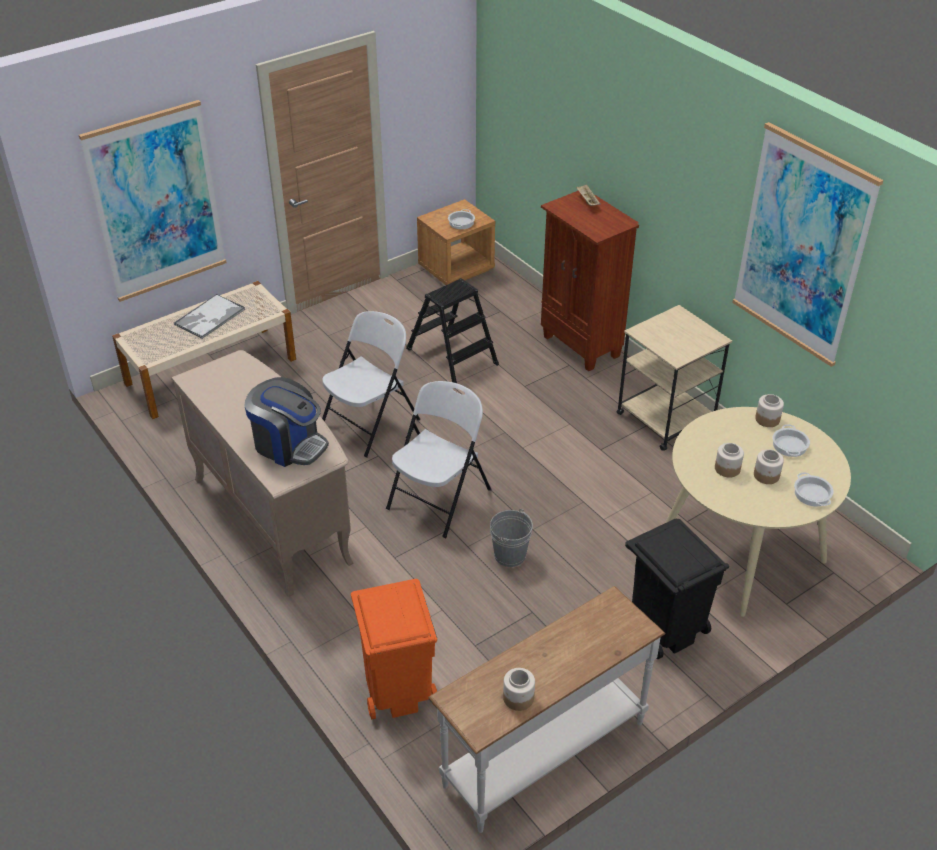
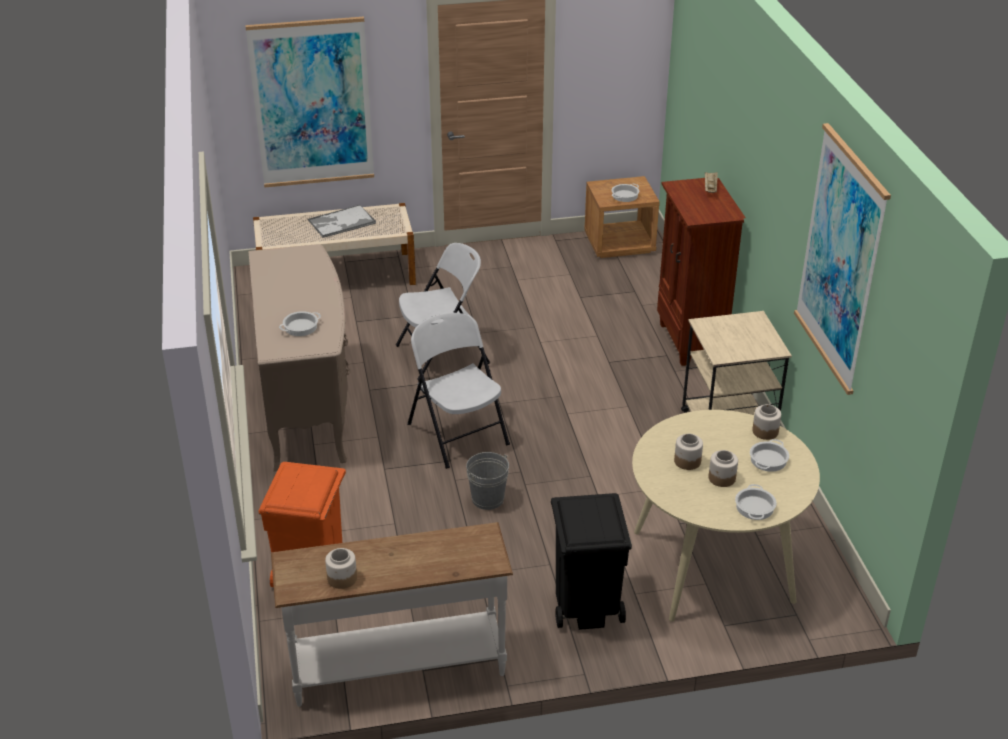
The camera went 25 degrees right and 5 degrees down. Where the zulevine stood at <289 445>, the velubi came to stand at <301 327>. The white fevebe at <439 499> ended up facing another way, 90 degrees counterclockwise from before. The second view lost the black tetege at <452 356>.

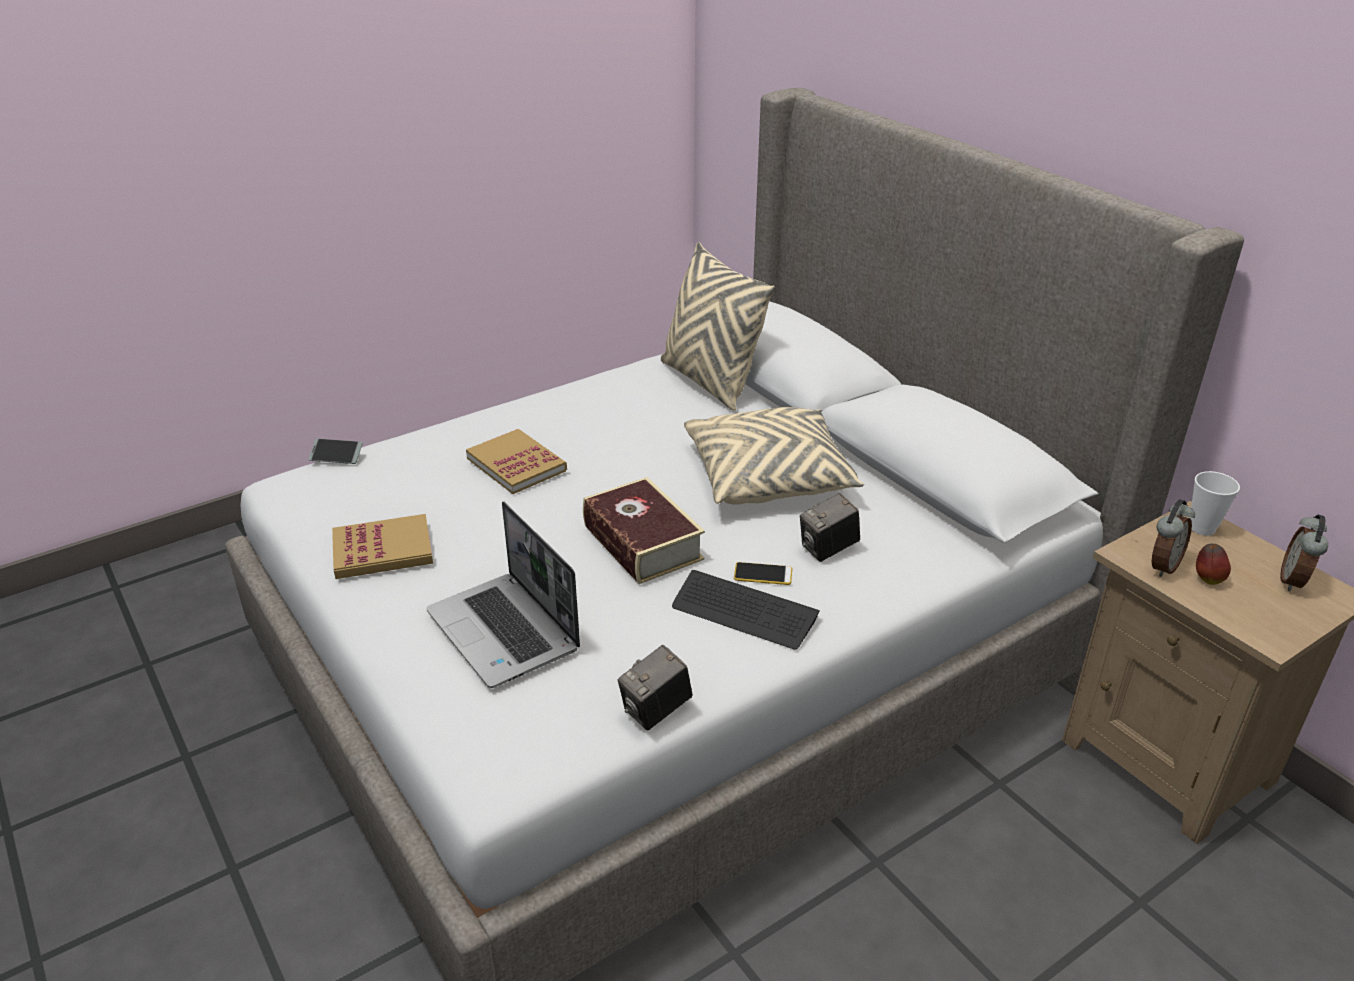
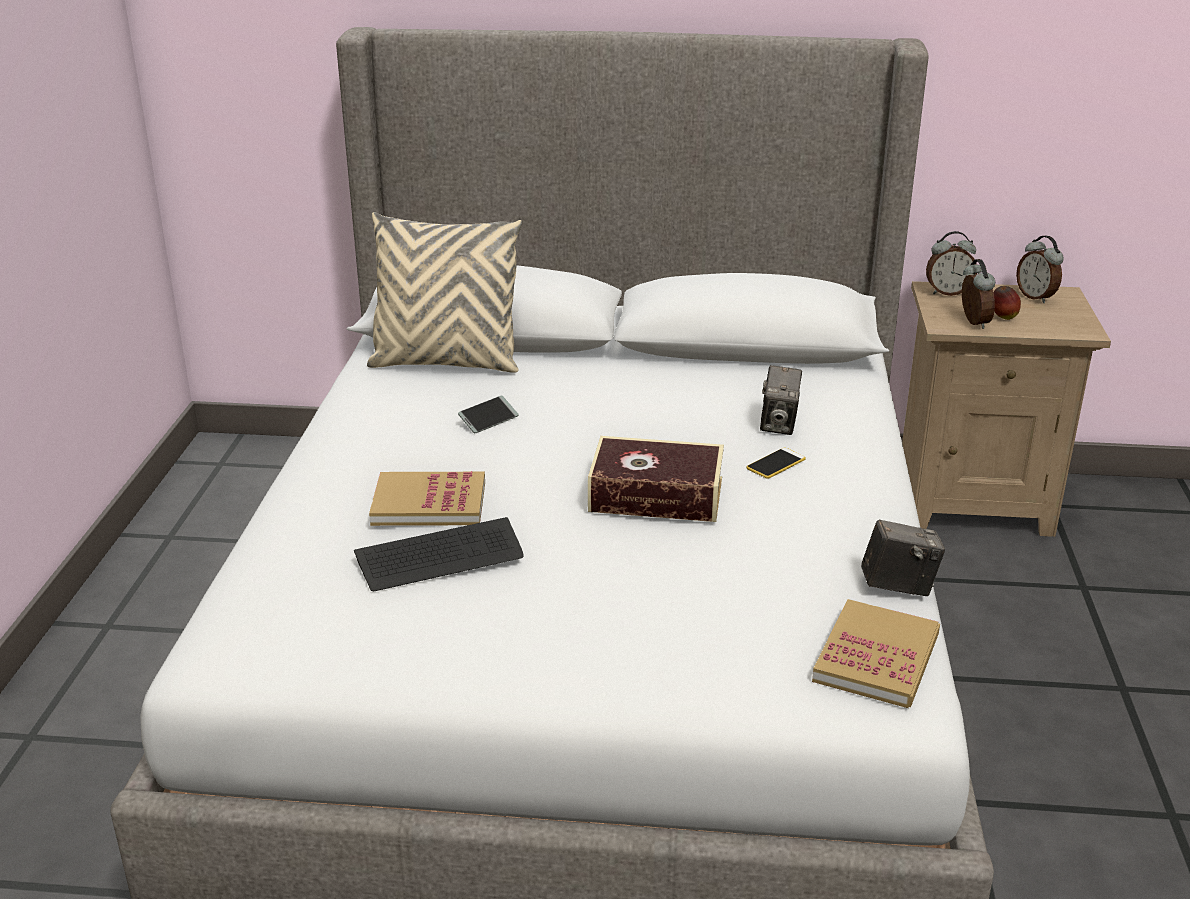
The camera went 50 degrees left and 5 degrees down. The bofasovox ended up elsewhere, having gone from <744 612> to <440 557>. The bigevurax ended up elsewhere, having gone from <336 456> to <488 420>. The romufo ended up elsewhere, having gone from <383 550> to <876 658>. The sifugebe at <656 711> ended up facing another way, 90 degrees counterclockwise from before. Where the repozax stood at <1202 528>, the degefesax came to stand at <947 292>. The second view lost the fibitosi at <505 632>. The second view lost the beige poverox at <769 477>.

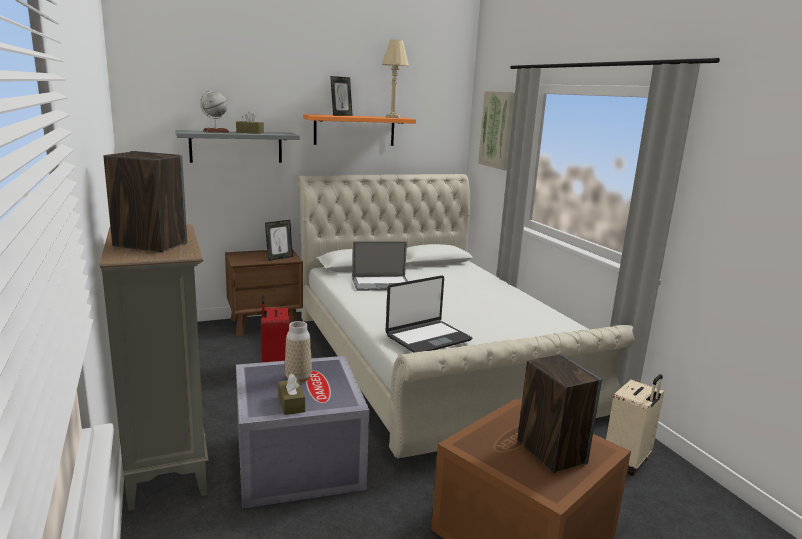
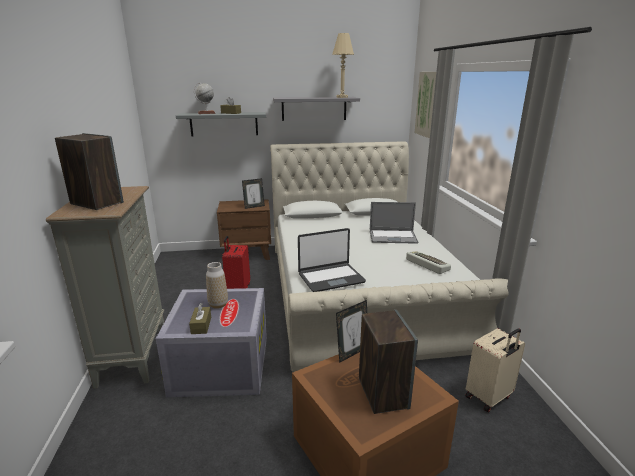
The camera went 15 degrees right and 5 degrees up. What was the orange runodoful at <354 130> turned into the grey runodoful at <314 108>. The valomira ended up elsewhere, having gone from <341 115> to <352 353>. The fibitosi ended up elsewhere, having gone from <381 284> to <392 237>. The second view gained the bofasovox at <426 265>.

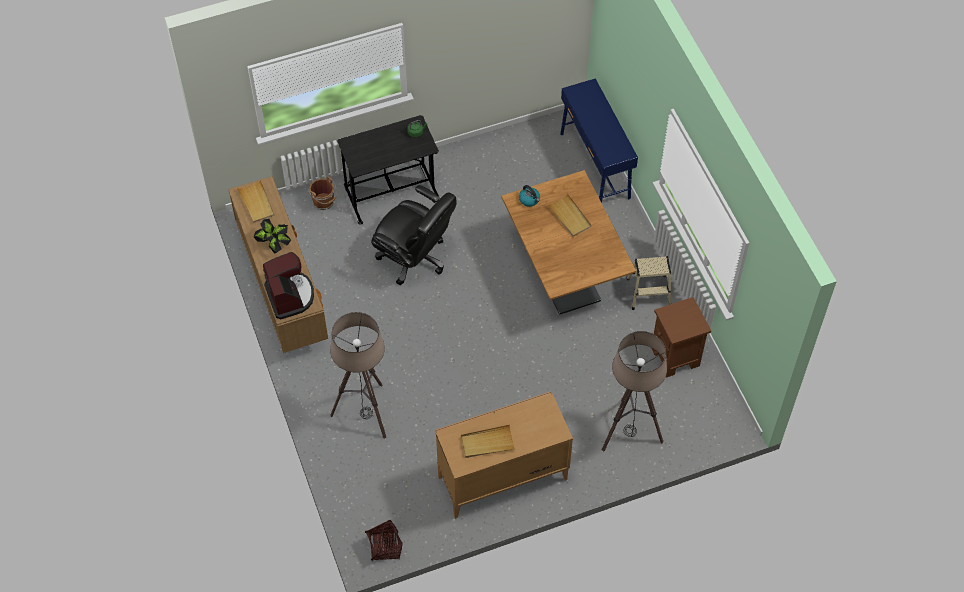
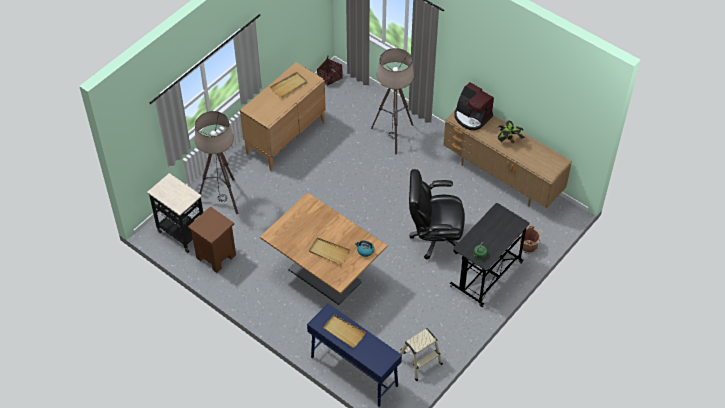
The camera went 150 degrees right and 5 degrees down. The second view gained the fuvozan at <181 233>. The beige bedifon ended up elsewhere, having gone from <256 203> to <343 332>. The beige tetege ended up elsewhere, having gone from <649 291> to <419 361>.

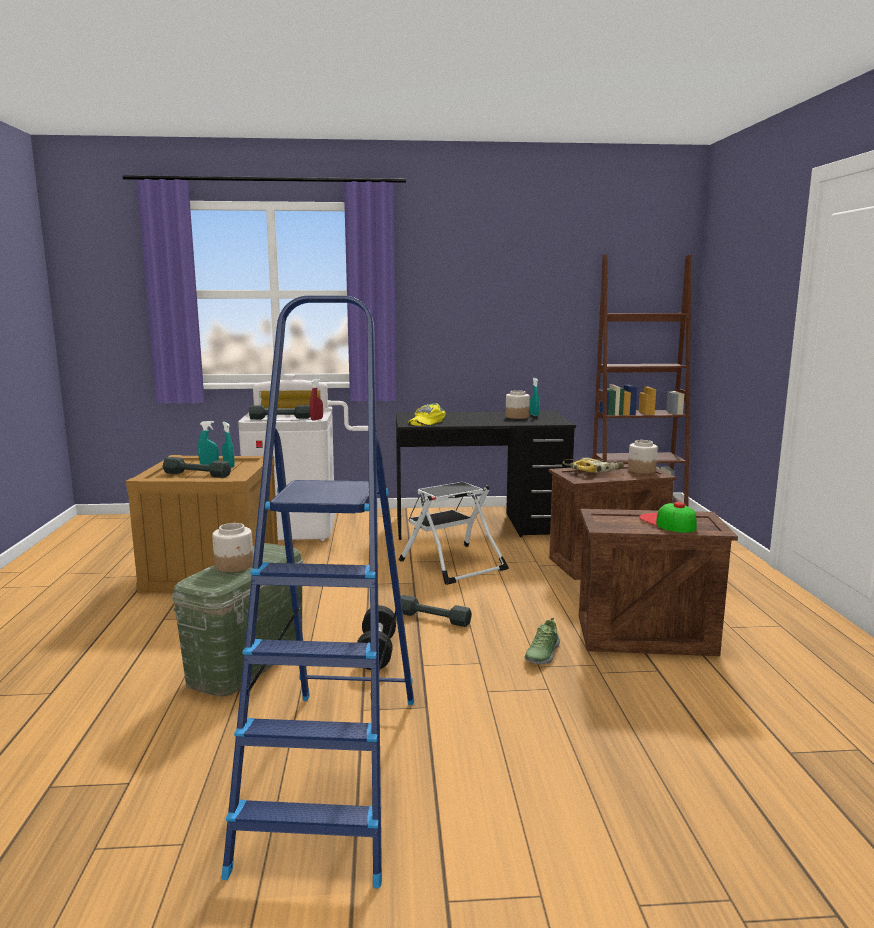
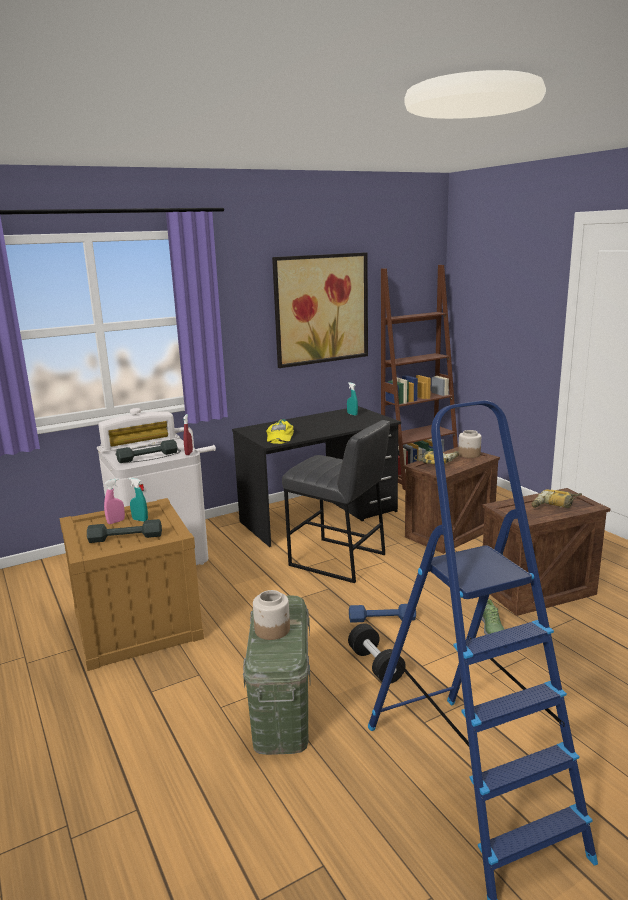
The camera went 25 degrees left and 5 degrees up. What was the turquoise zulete at <209 464> turned into the pink zulete at <116 522>. The second view gained the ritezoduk at <321 309>. Where the tetege stood at <453 563>, the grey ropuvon came to stand at <338 560>. What was the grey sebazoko at <433 618> turned into the blue sebazoko at <382 619>. Where the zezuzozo stood at <667 522>, the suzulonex came to stand at <555 505>. The second view lost the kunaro at <516 416>.

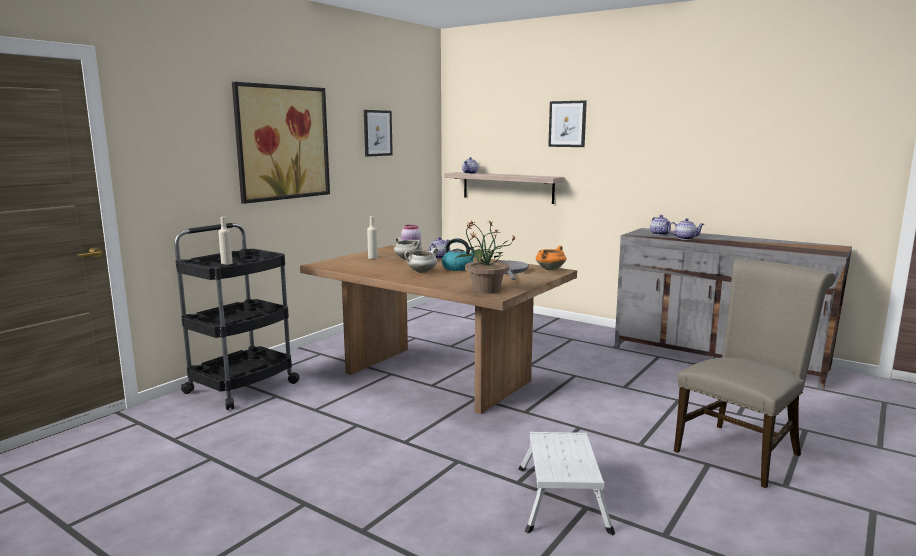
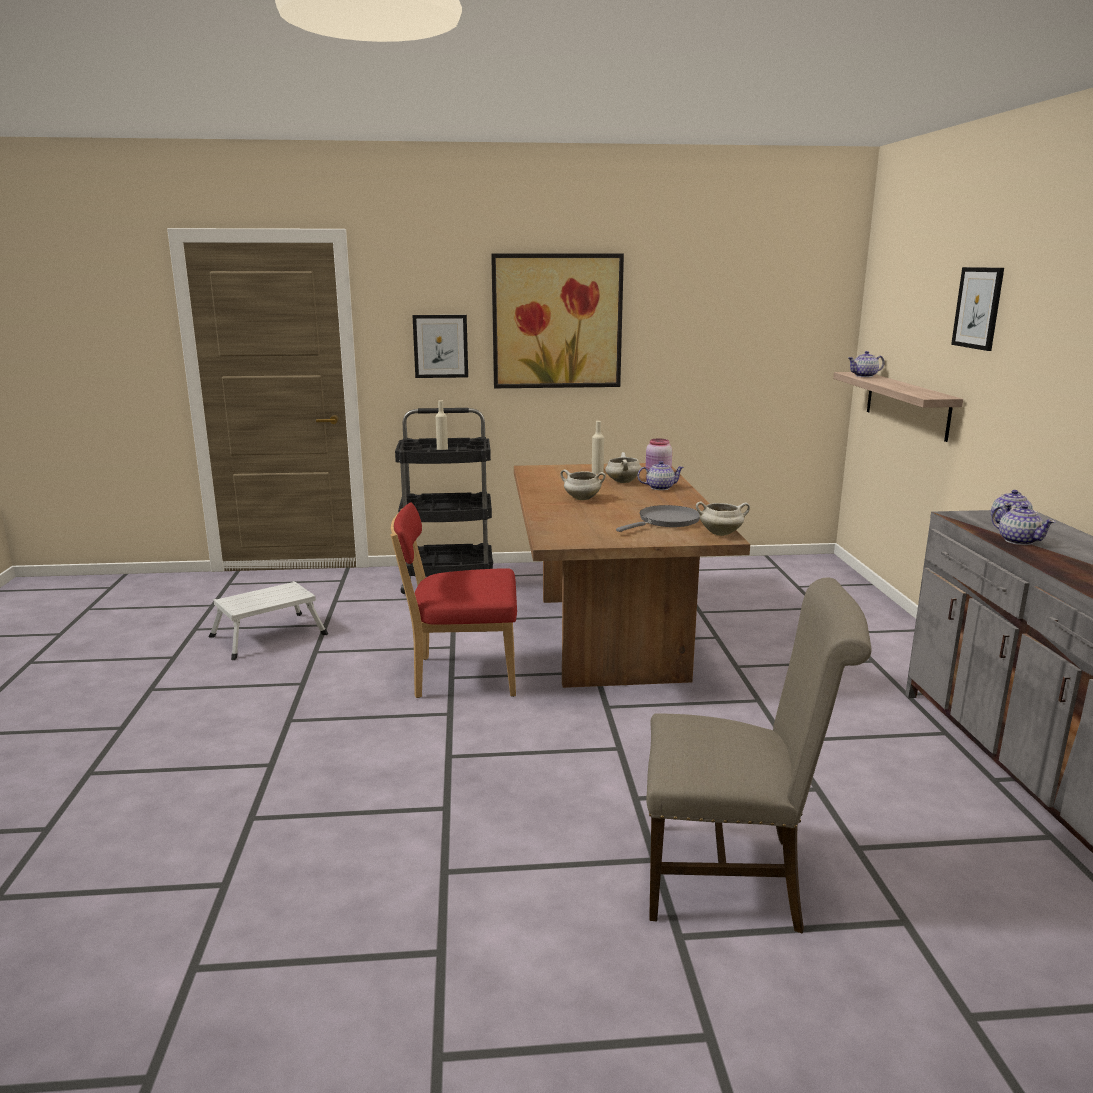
The camera went 50 degrees right and 5 degrees up. The white tetege ended up elsewhere, having gone from <562 499> to <268 635>. The second view gained the red fevebe at <460 676>. The ritezoduk ended up elsewhere, having gone from <377 133> to <440 346>. What was the orange velubi at <550 269> turned into the white velubi at <721 533>. The second view lost the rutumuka at <458 268>. The second view lost the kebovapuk at <485 290>.

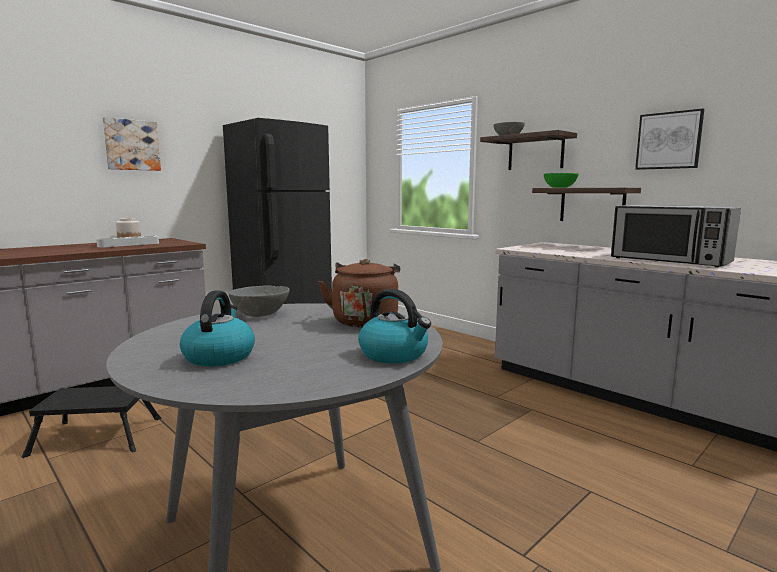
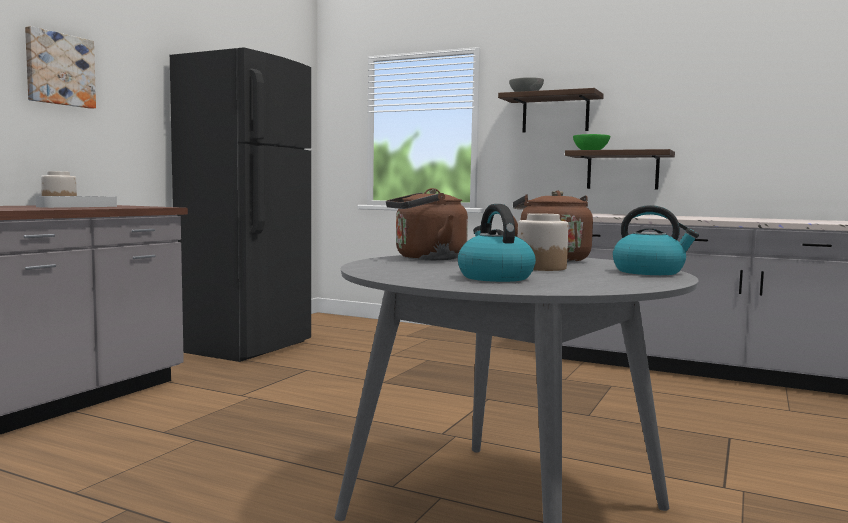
The camera went 20 degrees left and 5 degrees down. Where the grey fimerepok stood at <260 314>, the brown rutumuka came to stand at <426 258>. The second view gained the kunaro at <541 268>. The second view lost the black tetege at <96 436>. The second view lost the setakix at <669 260>. The second view lost the ritezoduk at <669 140>.

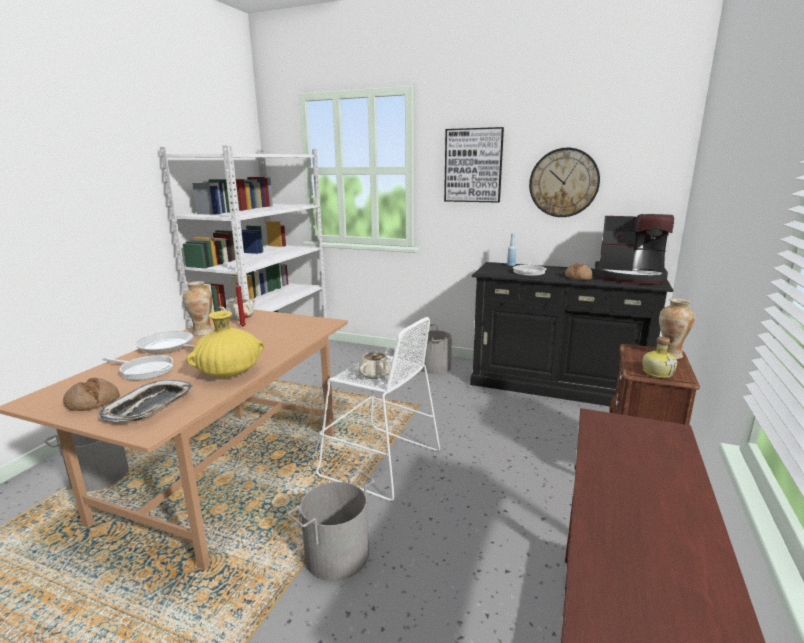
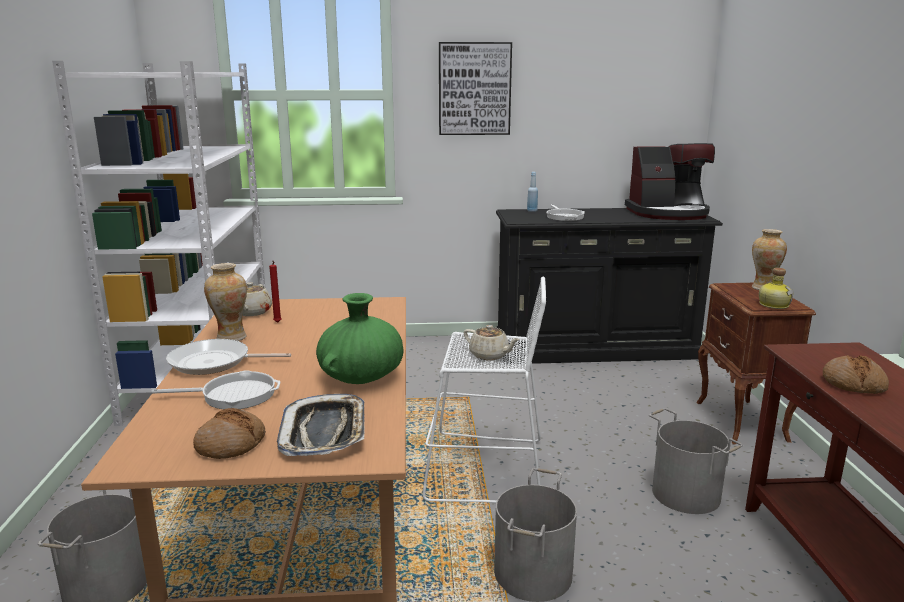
The camera went 25 degrees left and 0 degrees up. What was the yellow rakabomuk at <229 373> turned into the green rakabomuk at <362 378>. The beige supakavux at <375 374> ended up facing another way, 120 degrees clockwise from before. The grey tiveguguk ended up elsewhere, having gone from <434 366> to <686 493>. The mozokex ended up elsewhere, having gone from <578 277> to <853 384>. The second view lost the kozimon at <563 183>.

